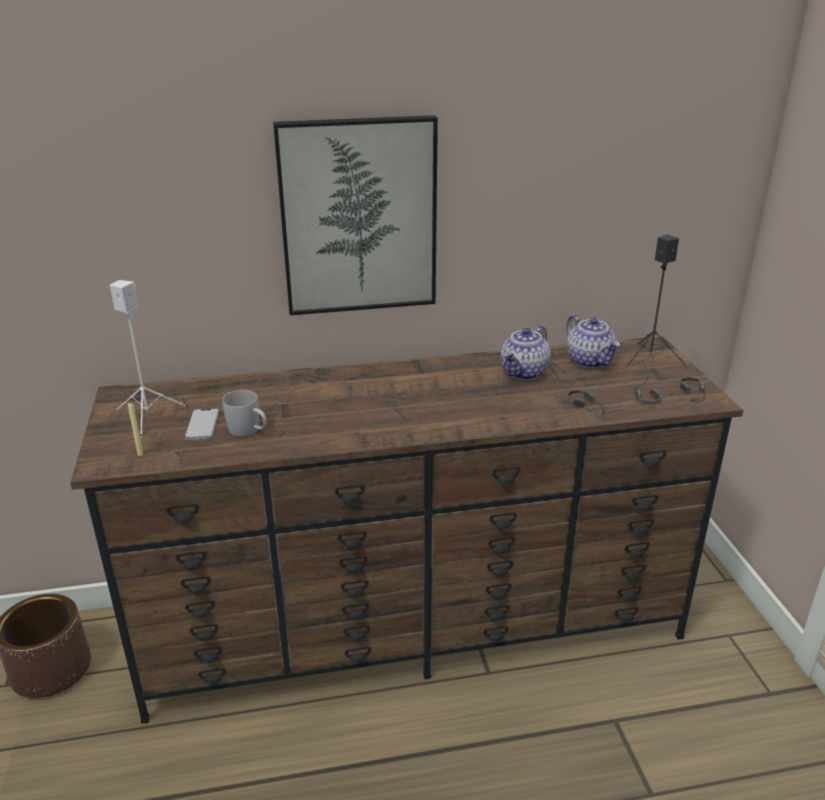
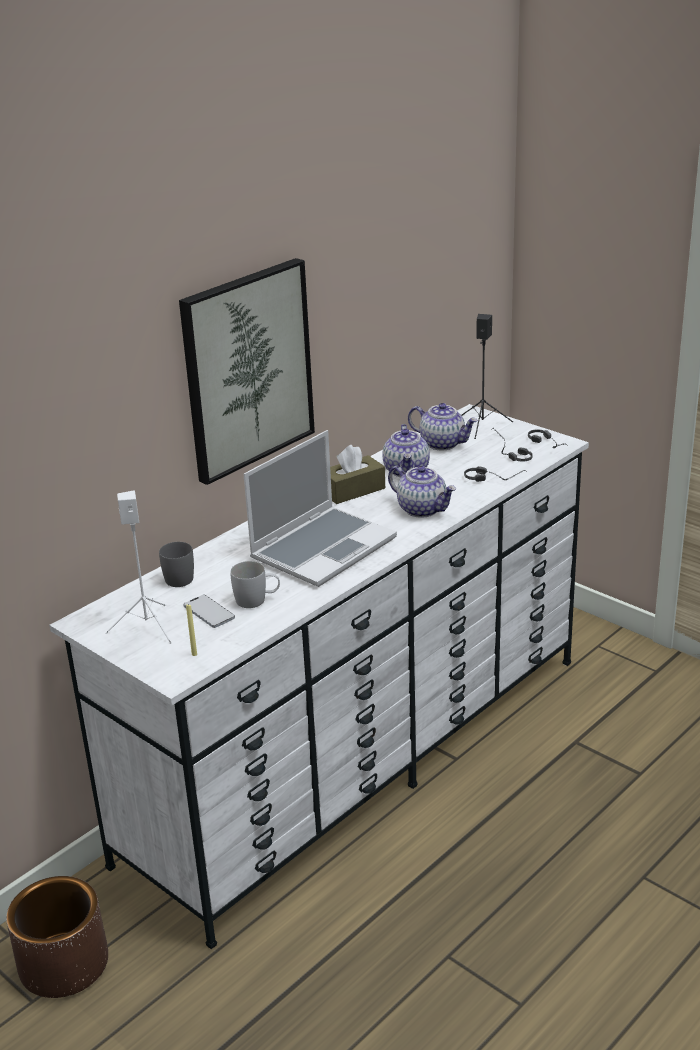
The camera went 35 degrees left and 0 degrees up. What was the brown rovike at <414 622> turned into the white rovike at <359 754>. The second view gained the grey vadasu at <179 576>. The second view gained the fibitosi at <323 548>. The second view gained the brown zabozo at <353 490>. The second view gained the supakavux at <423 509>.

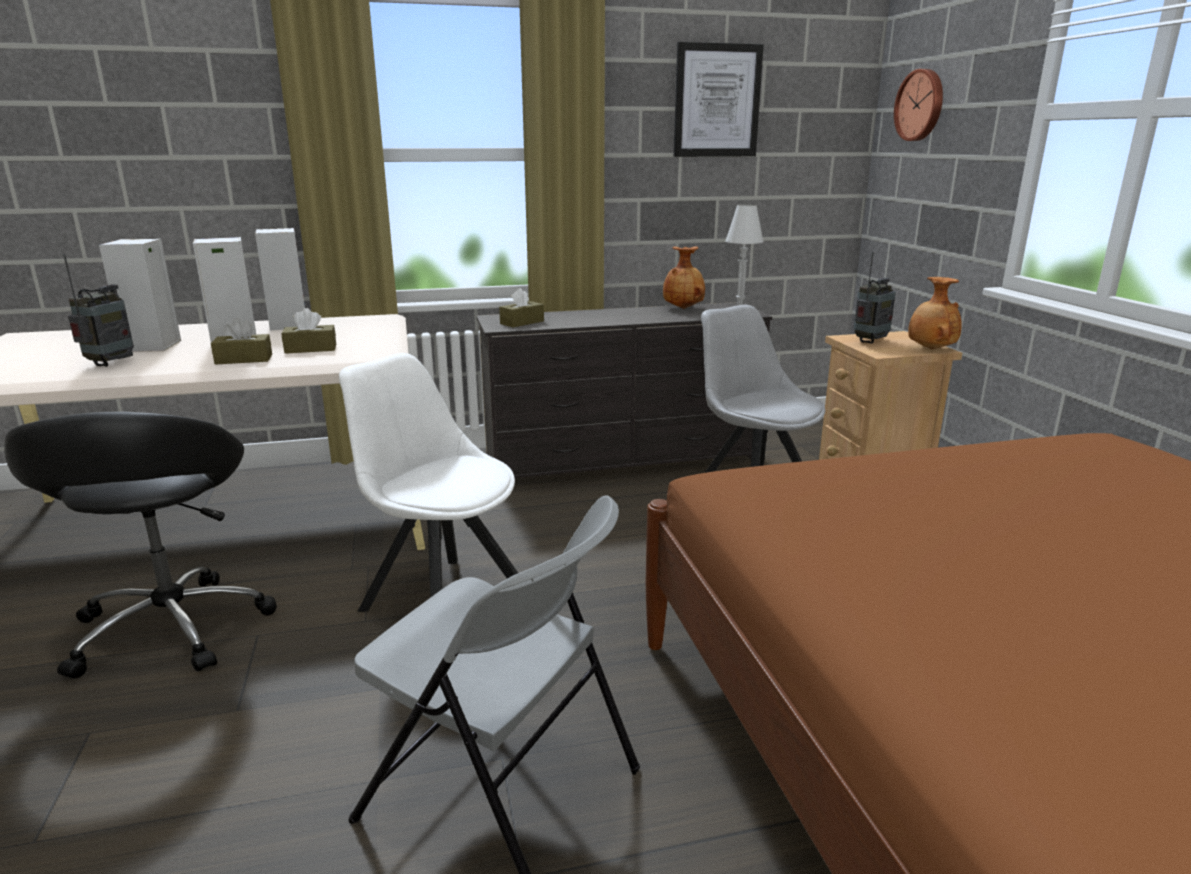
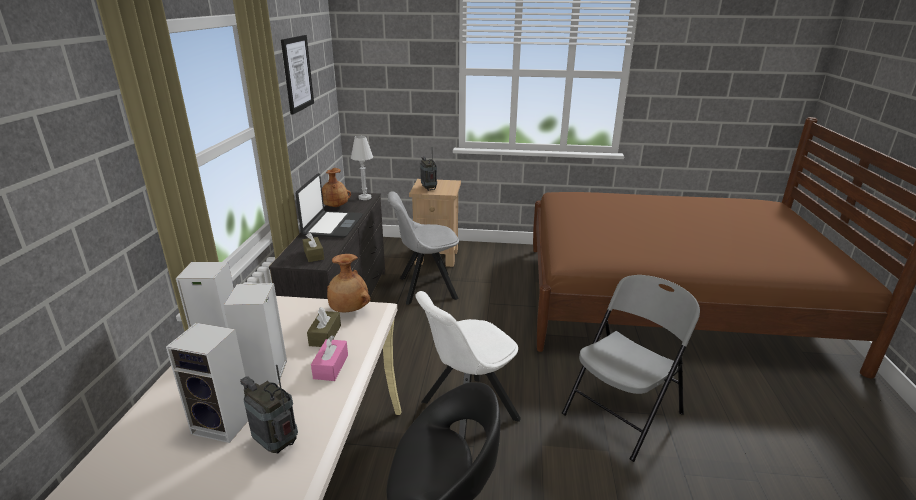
The camera went 70 degrees left and 5 degrees up. The second view gained the fibitosi at <332 225>. What was the brown zabozo at <244 359> turned into the pink zabozo at <331 366>. The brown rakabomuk ended up elsewhere, having gone from <930 349> to <349 310>. The second view lost the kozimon at <921 105>.

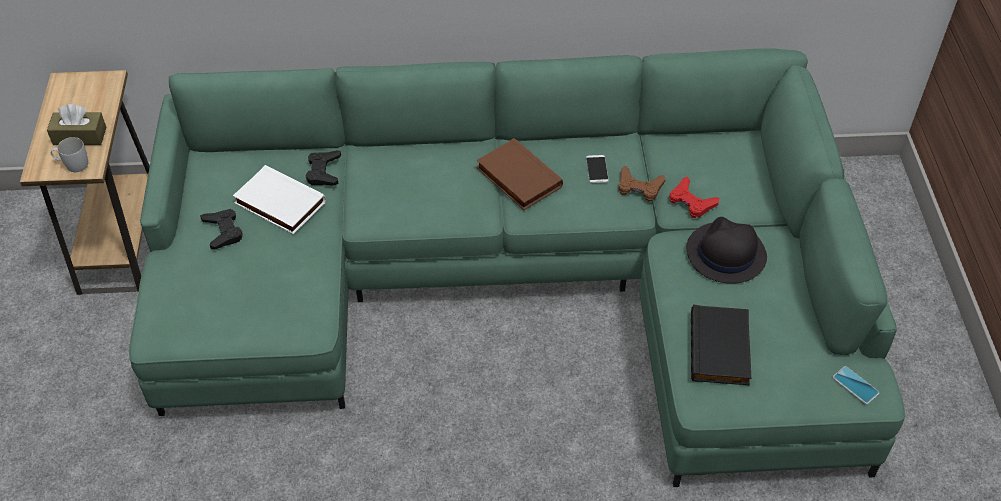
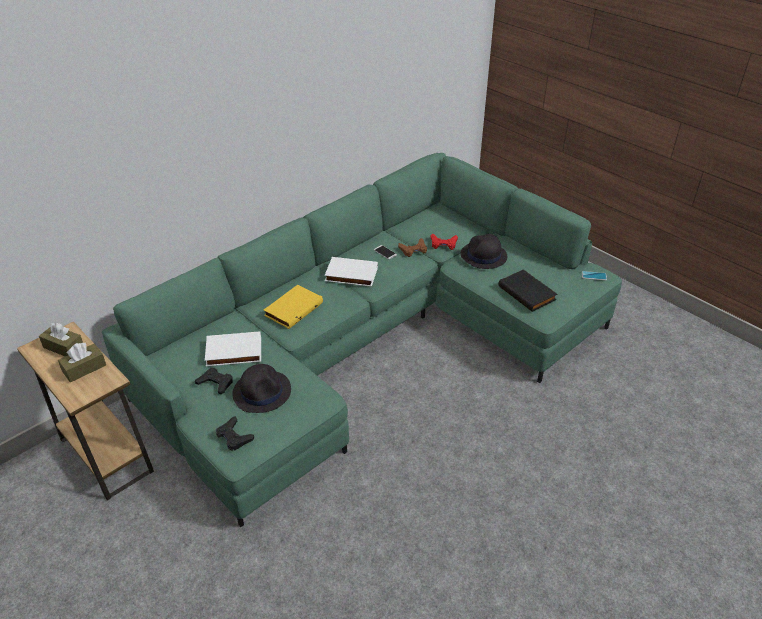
The camera went 40 degrees left and 10 degrees down. The second view gained the brown zabozo at <64 347>. The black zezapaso ended up elsewhere, having gone from <323 171> to <234 437>. The second view gained the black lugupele at <262 391>. The second view gained the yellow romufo at <293 308>. What was the brown romufo at <517 178> turned into the white romufo at <351 275>. The second view lost the white vadasu at <72 164>.

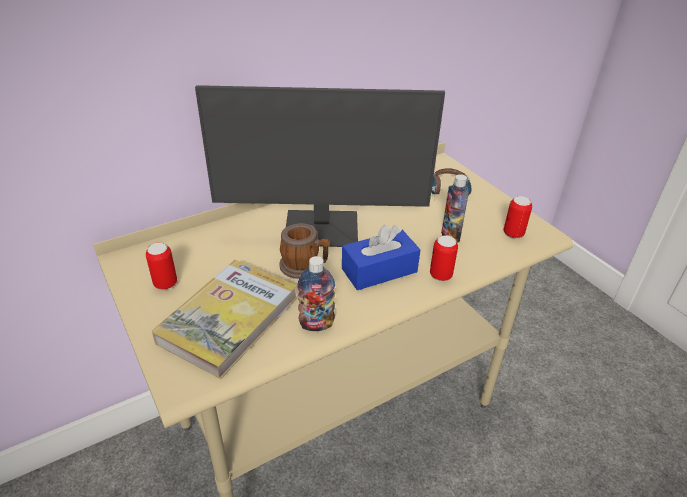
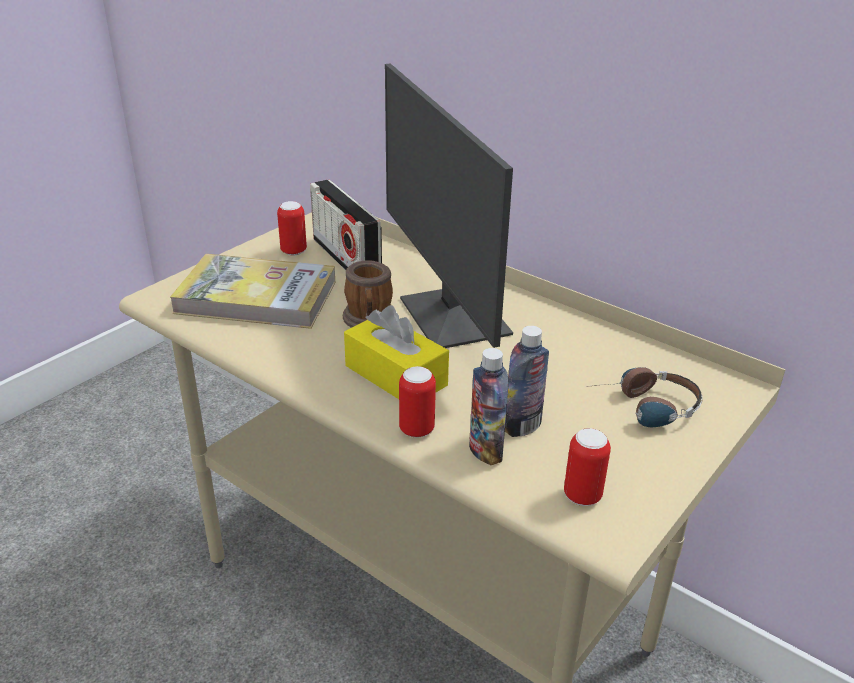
The camera went 70 degrees right and 5 degrees down. The second view gained the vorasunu at <346 259>. What was the blue zabozo at <379 270> turned into the yellow zabozo at <396 375>. The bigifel ended up elsewhere, having gone from <316 324> to <485 451>.

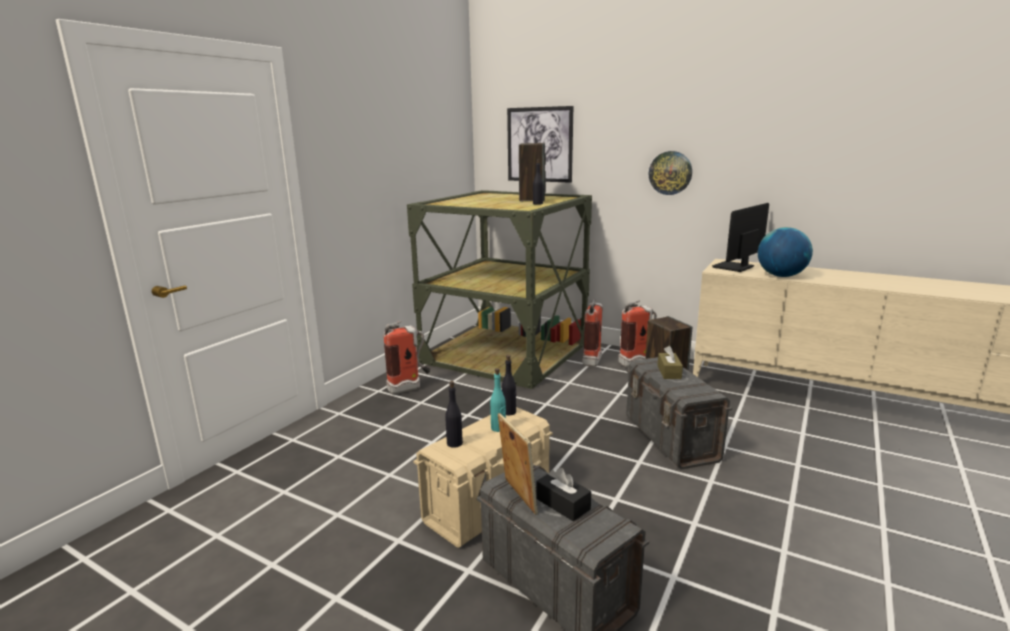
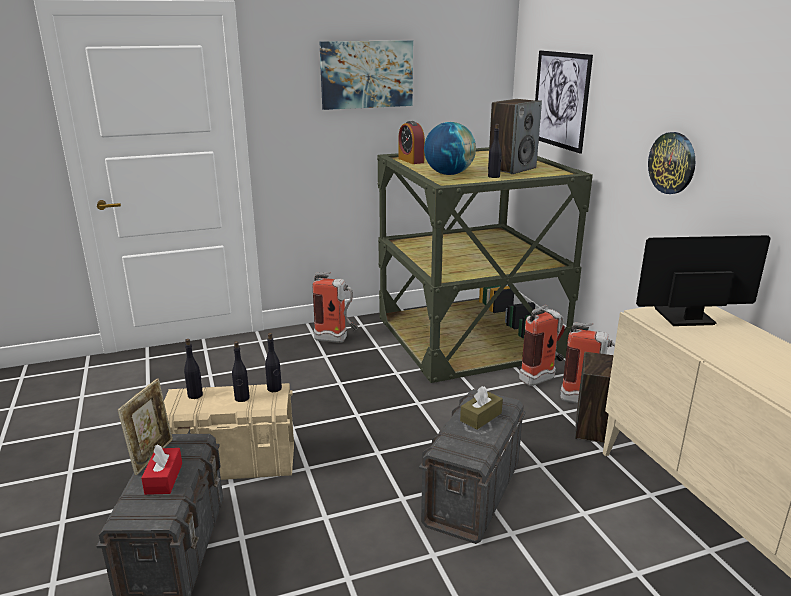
The camera went 40 degrees right and 5 degrees up. What was the black zabozo at <563 504> turned into the red zabozo at <164 478>. What was the turquoise bigifel at <498 428> turned into the black bigifel at <242 398>. The second view gained the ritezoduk at <366 74>. The second view gained the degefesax at <411 160>. The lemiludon ended up elsewhere, having gone from <781 276> to <448 174>.

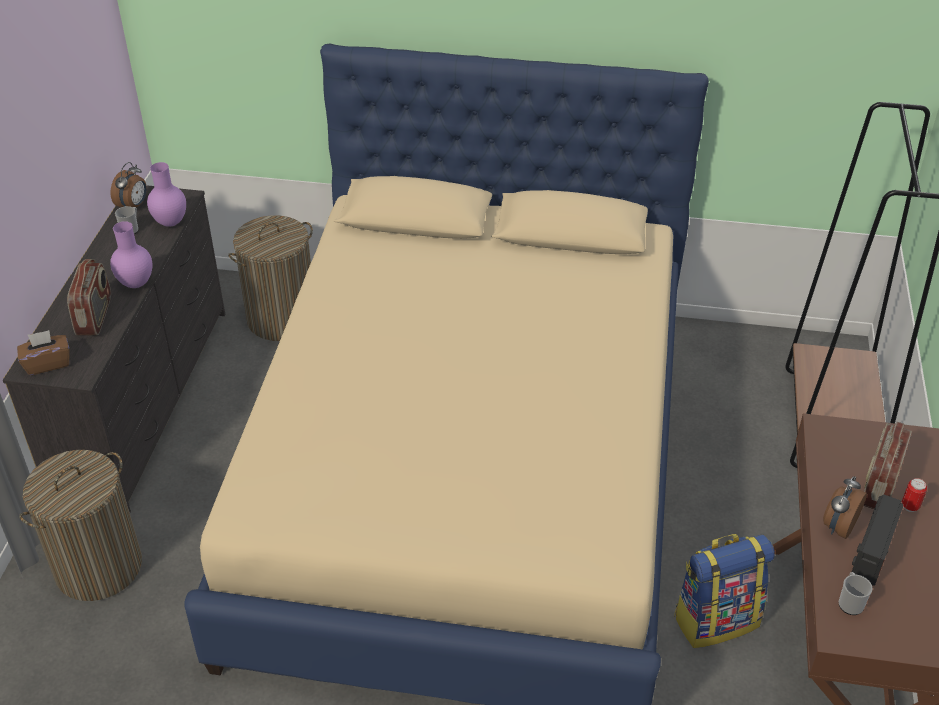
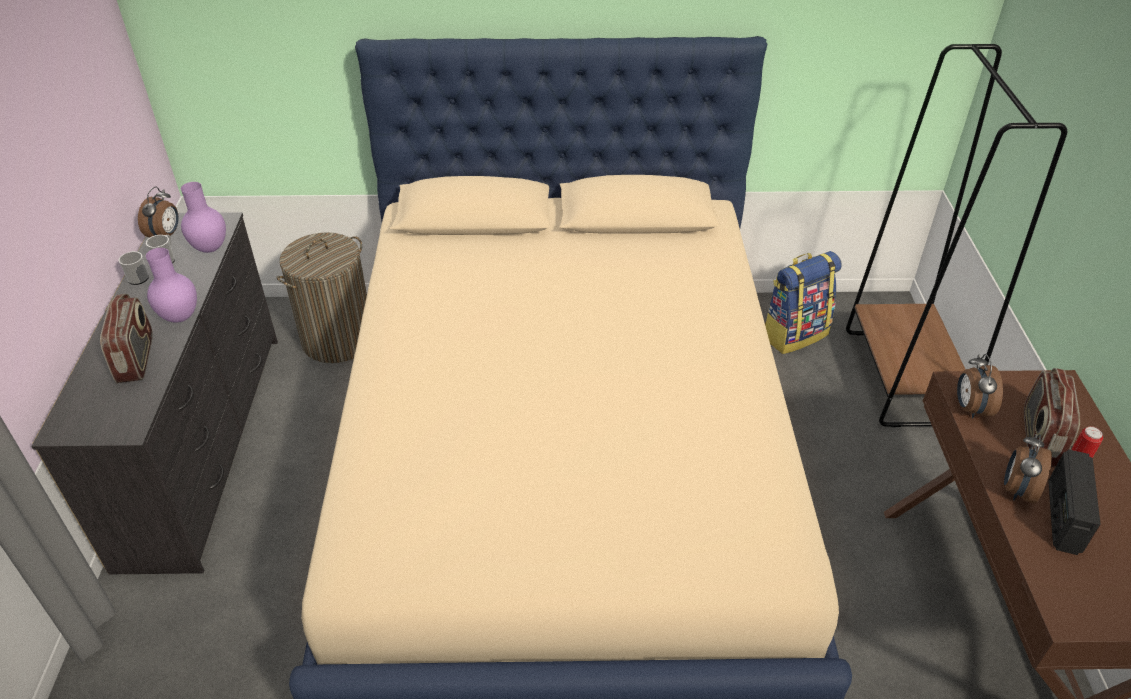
The camera went 10 degrees left and 0 degrees up. The vadasu ended up elsewhere, having gone from <850 602> to <138 277>. The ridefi ended up elsewhere, having gone from <716 619> to <794 334>. The second view gained the degefesax at <970 408>. The second view lost the brown zabozo at <47 363>. The second view lost the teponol at <99 566>.

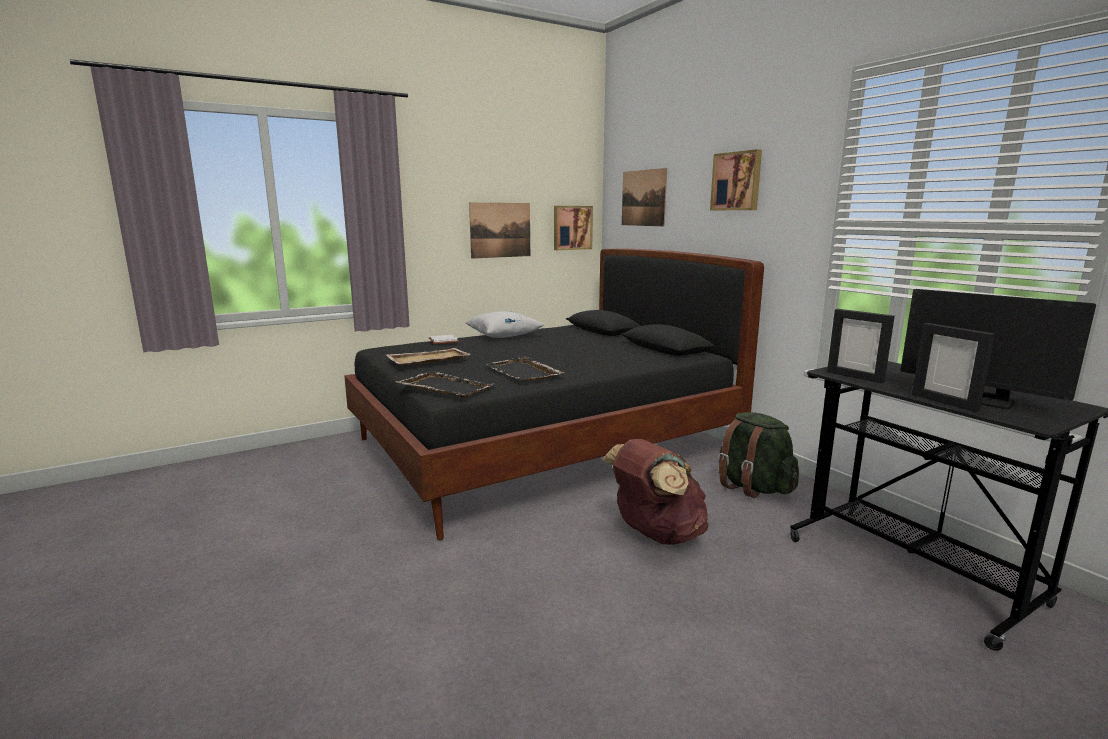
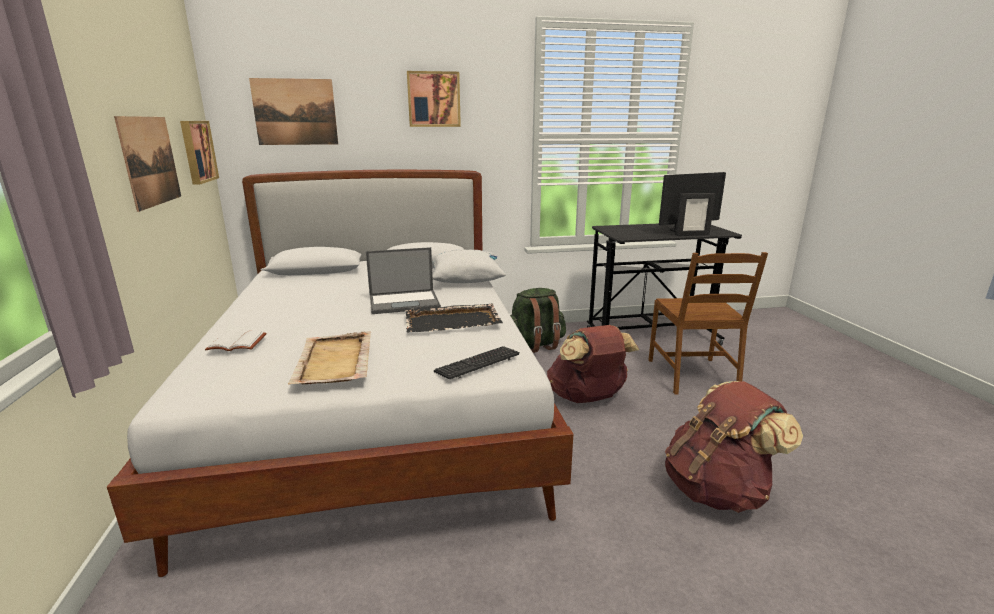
The camera went 70 degrees left and 5 degrees up. What was the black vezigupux at <544 447> turned into the white vezigupux at <378 412>. The second view gained the fibitosi at <405 302>. The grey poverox ended up elsewhere, having gone from <504 335> to <465 279>. Where the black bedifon stood at <445 387>, the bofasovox came to stand at <478 364>. The second view gained the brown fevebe at <693 376>. The second view gained the brown ridefi at <717 490>. The second view lost the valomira at <855 376>.

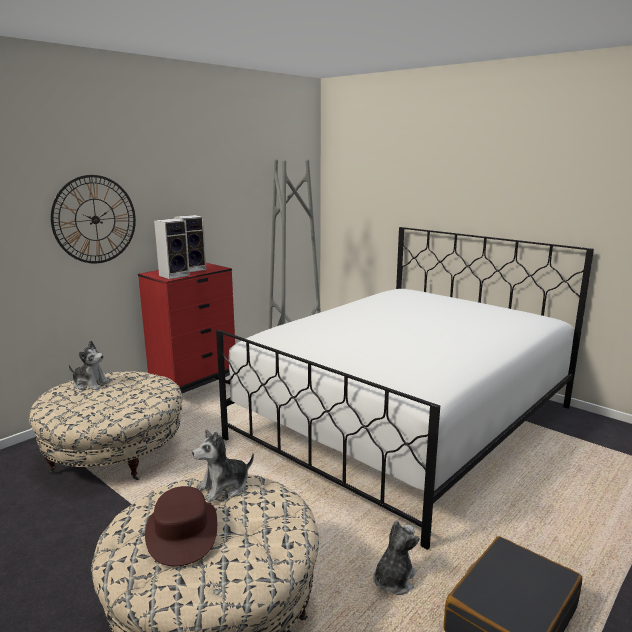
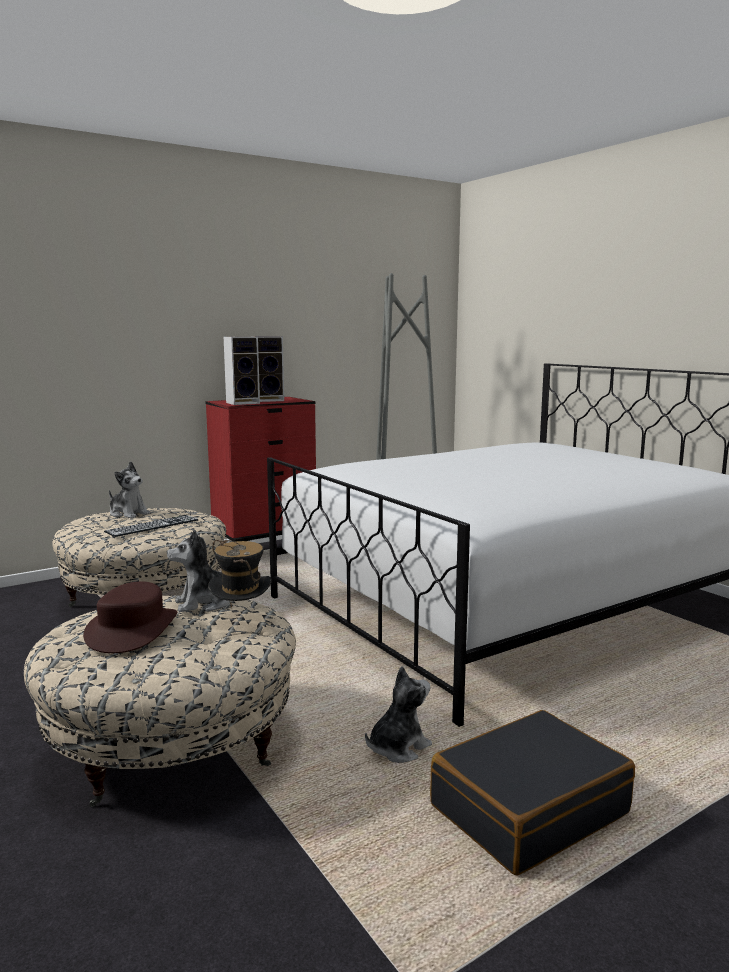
The camera went 15 degrees right and 5 degrees down. The second view gained the bofasovox at <152 526>. The second view gained the lugupele at <241 619>. The second view lost the kozimon at <95 219>.

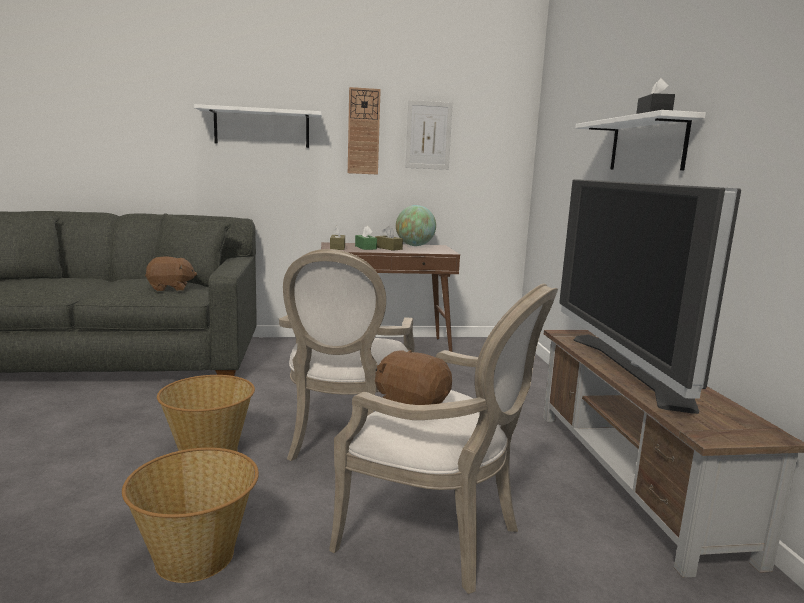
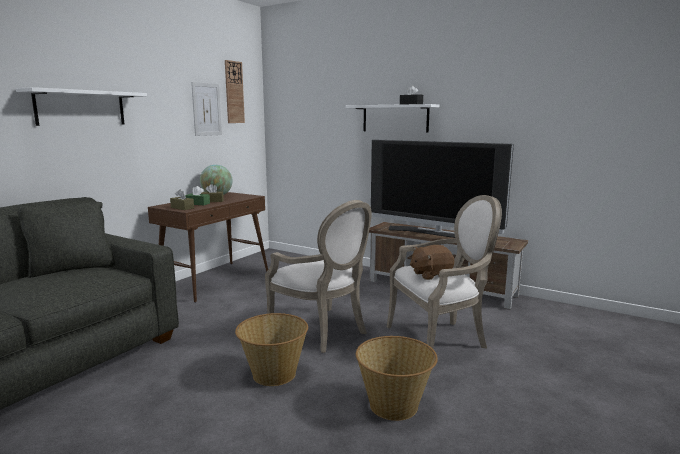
The camera went 50 degrees left and 0 degrees up. The kozimon ended up elsewhere, having gone from <363 131> to <234 92>. The second view lost the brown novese at <170 288>.

